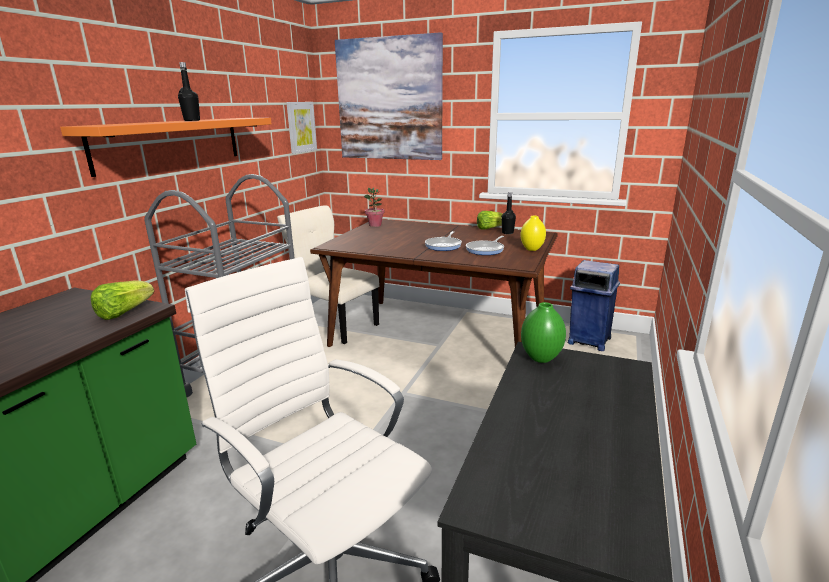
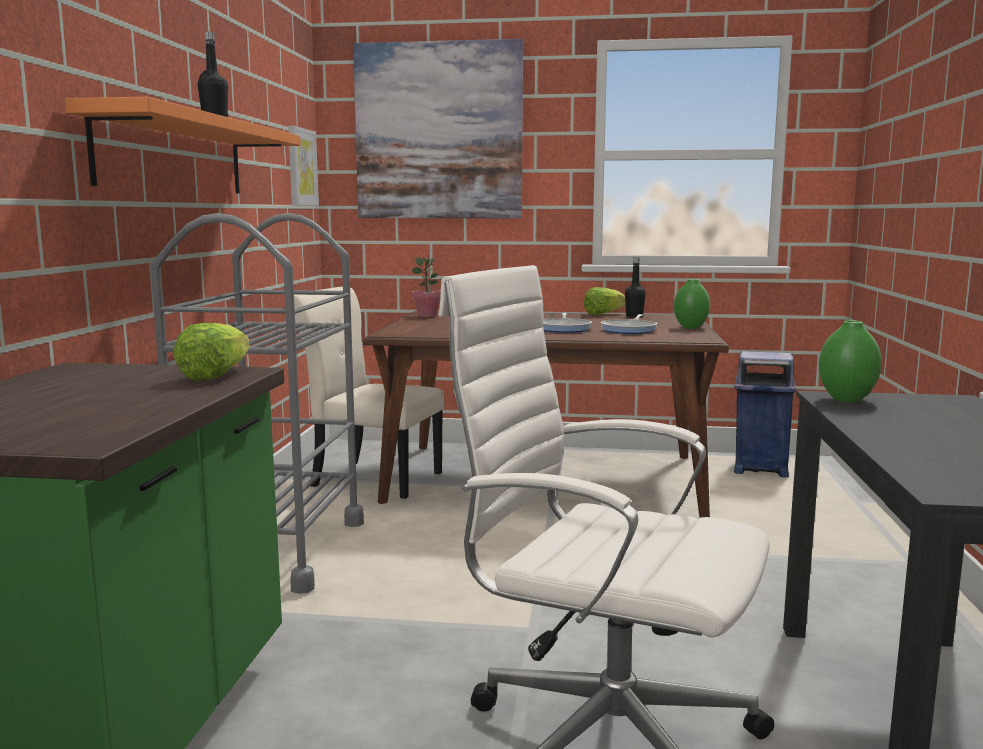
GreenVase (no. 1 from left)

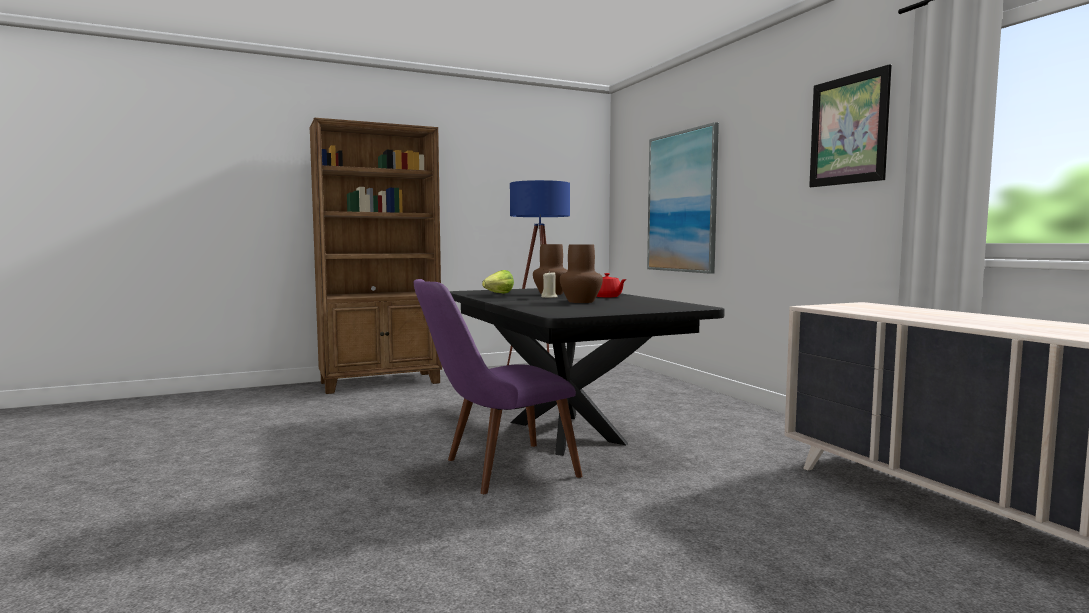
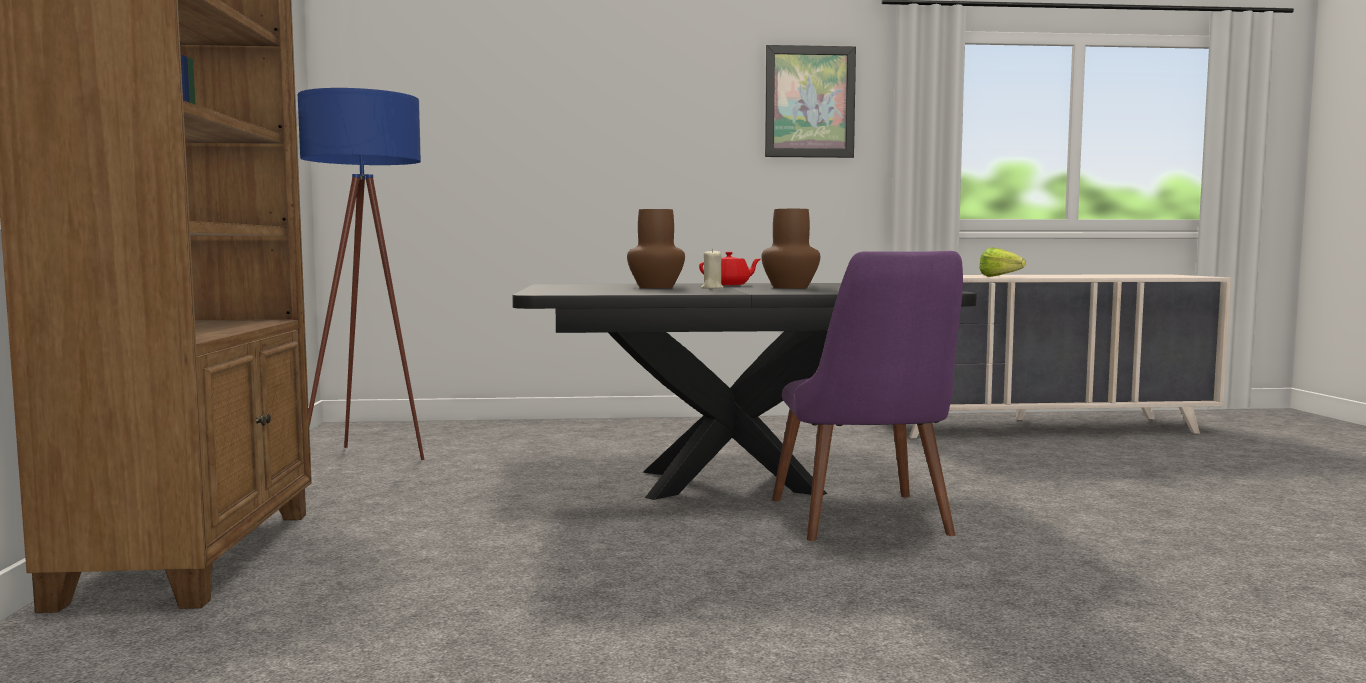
Lettuce; Picture (no. 1 from left in the first image)

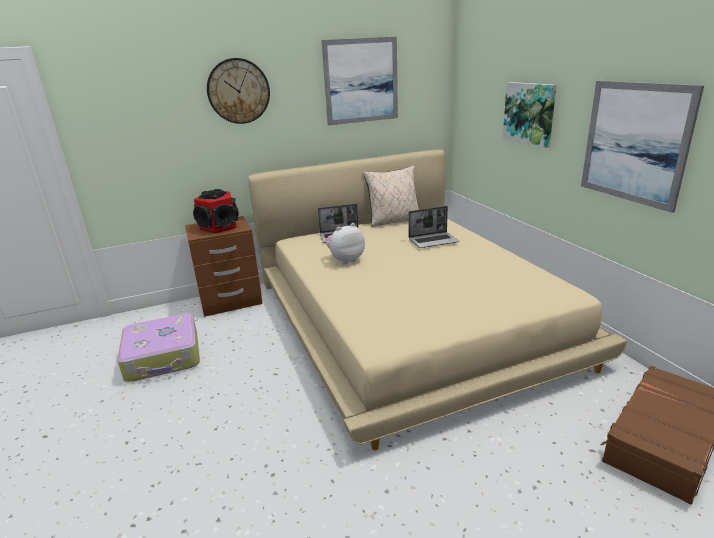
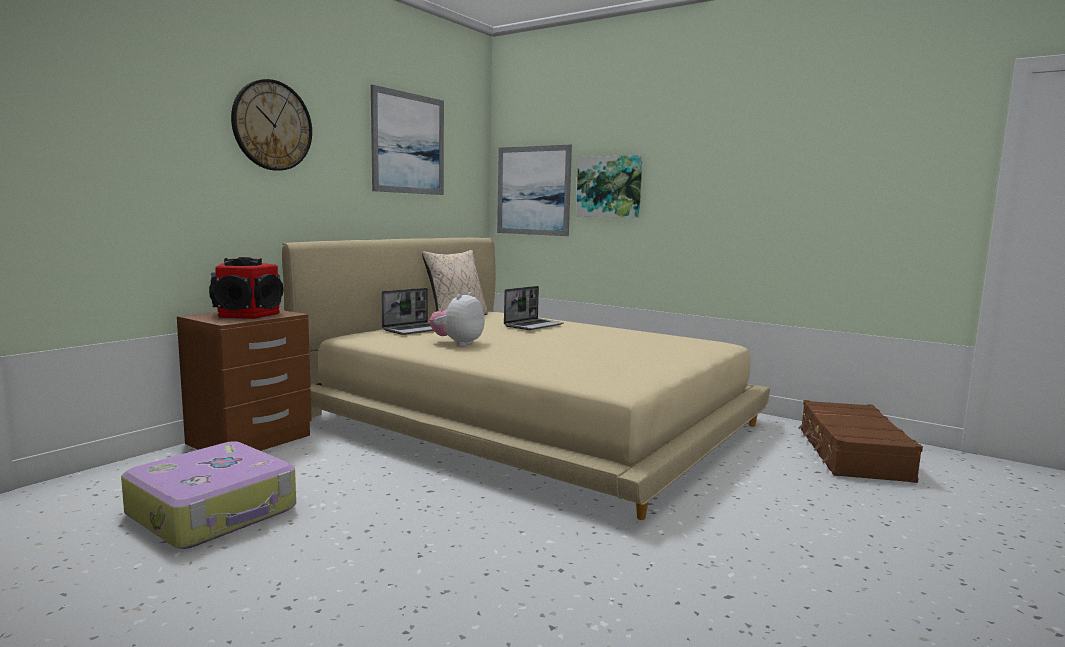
Picture (no. 2 from left)

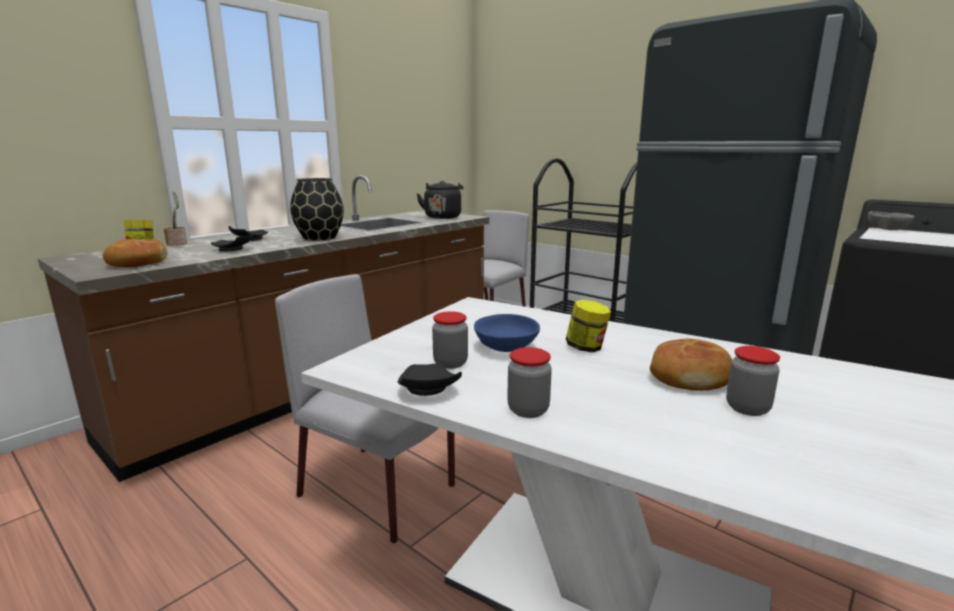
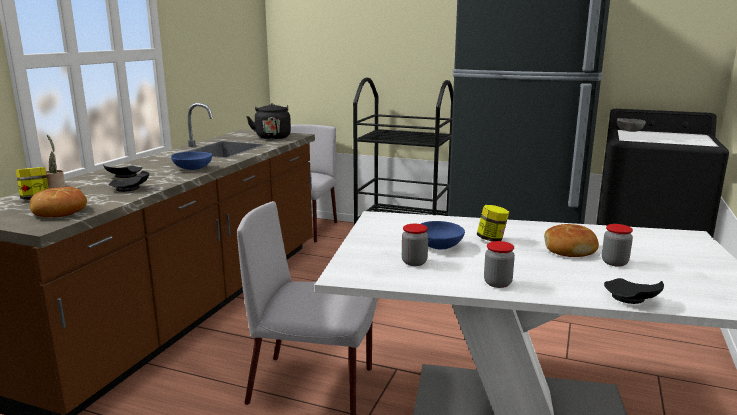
BlueBowl (no. 1 from left); BlackPlate (no. 3 from left)

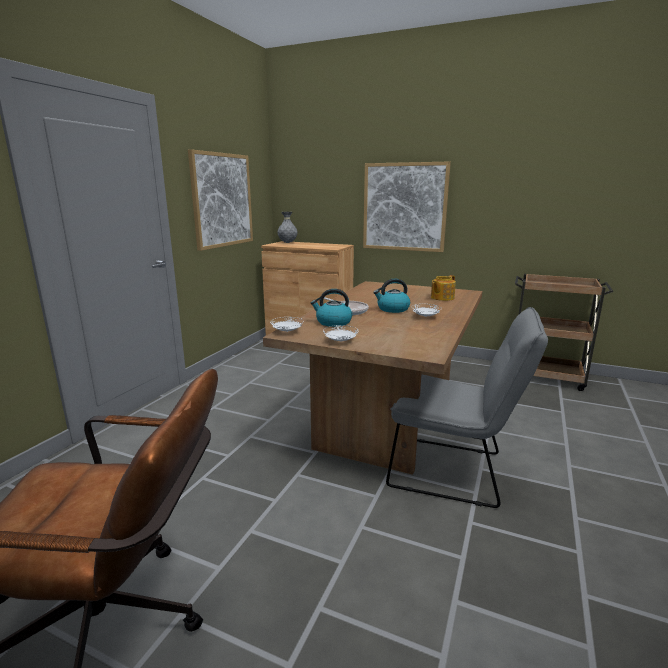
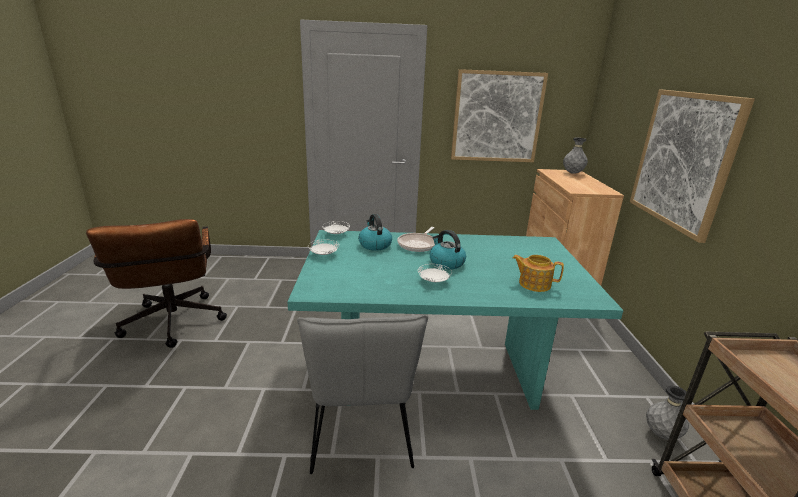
TurquoiseDiningTable; GreyVase (no. 2 from left)

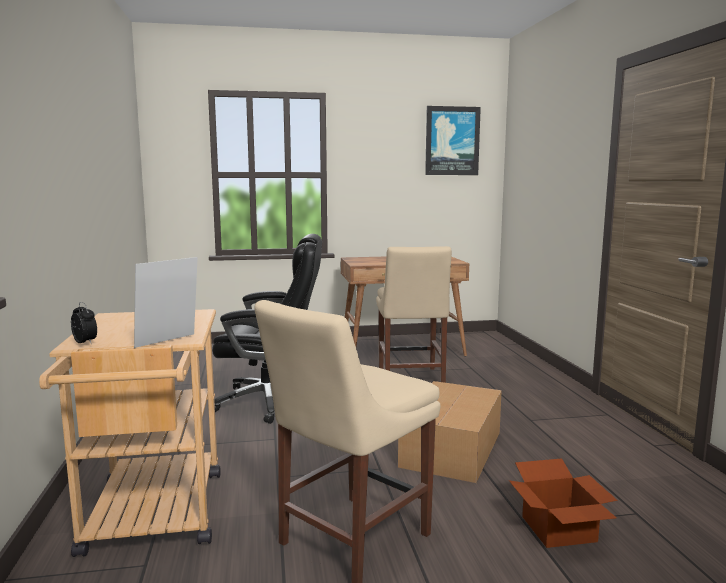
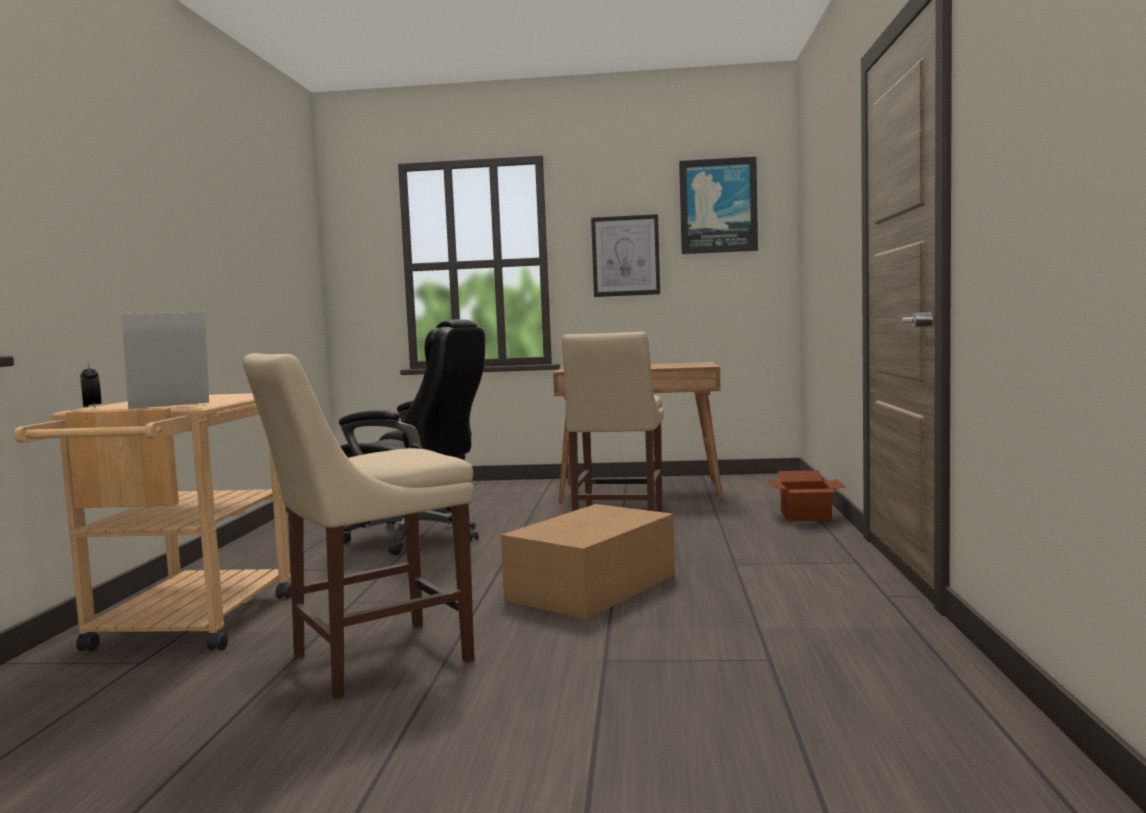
CardboardBox (no. 2 from left); Picture (no. 1 from left)

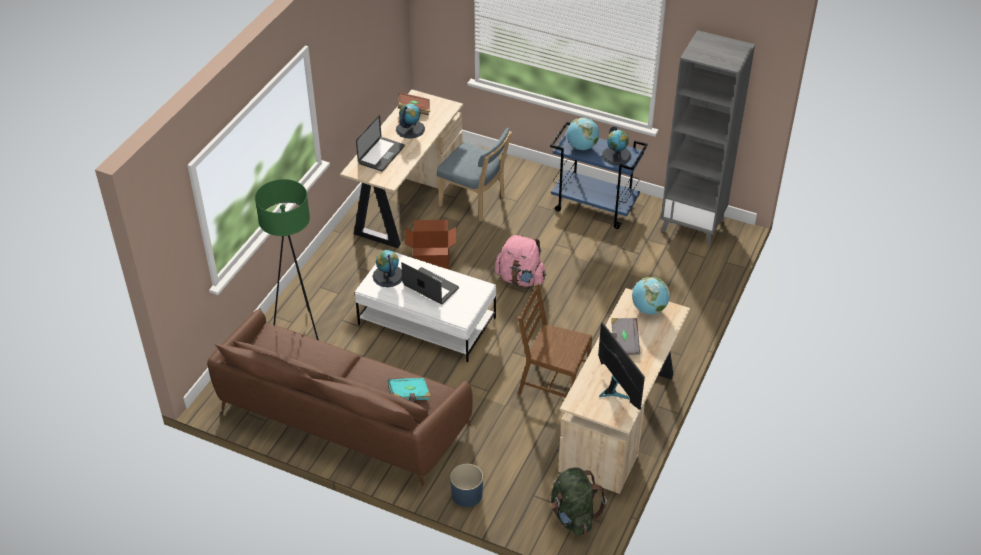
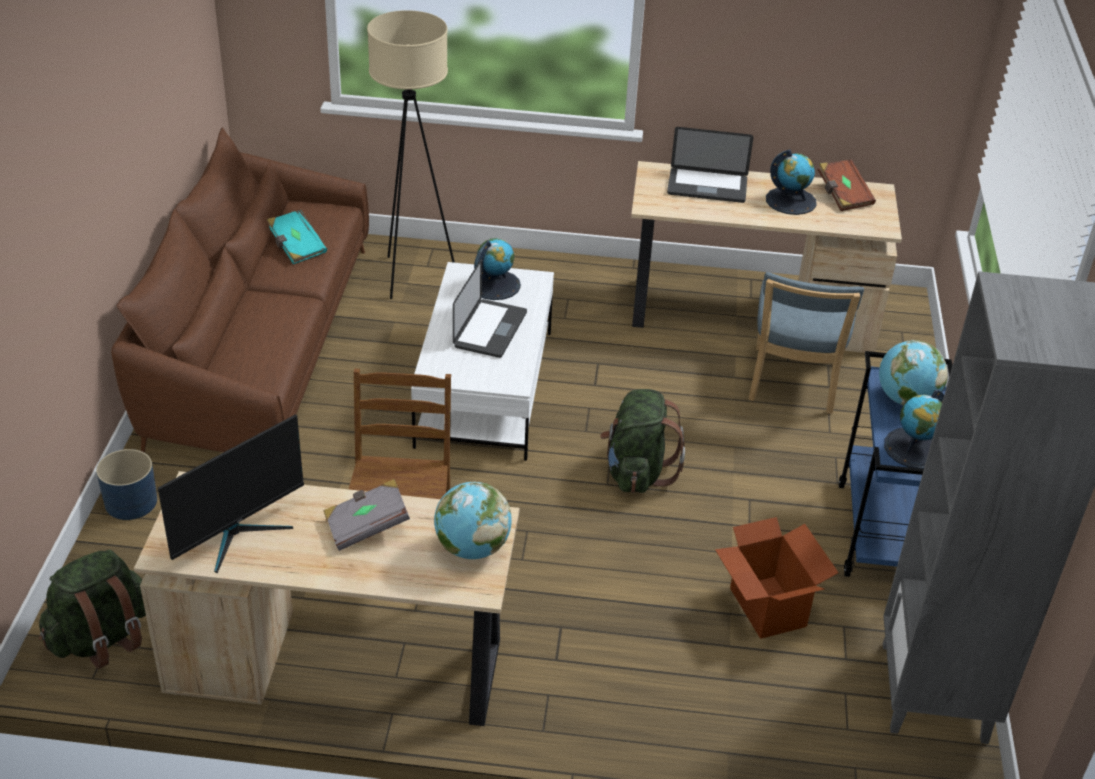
BeigeFloorLamp; TurquoiseBook; CardboardBox; GreenBackpack (no. 2 from left)

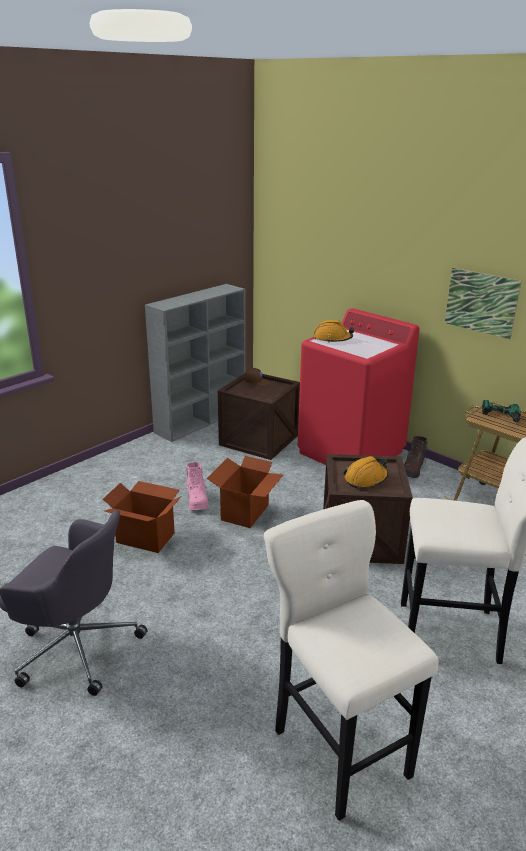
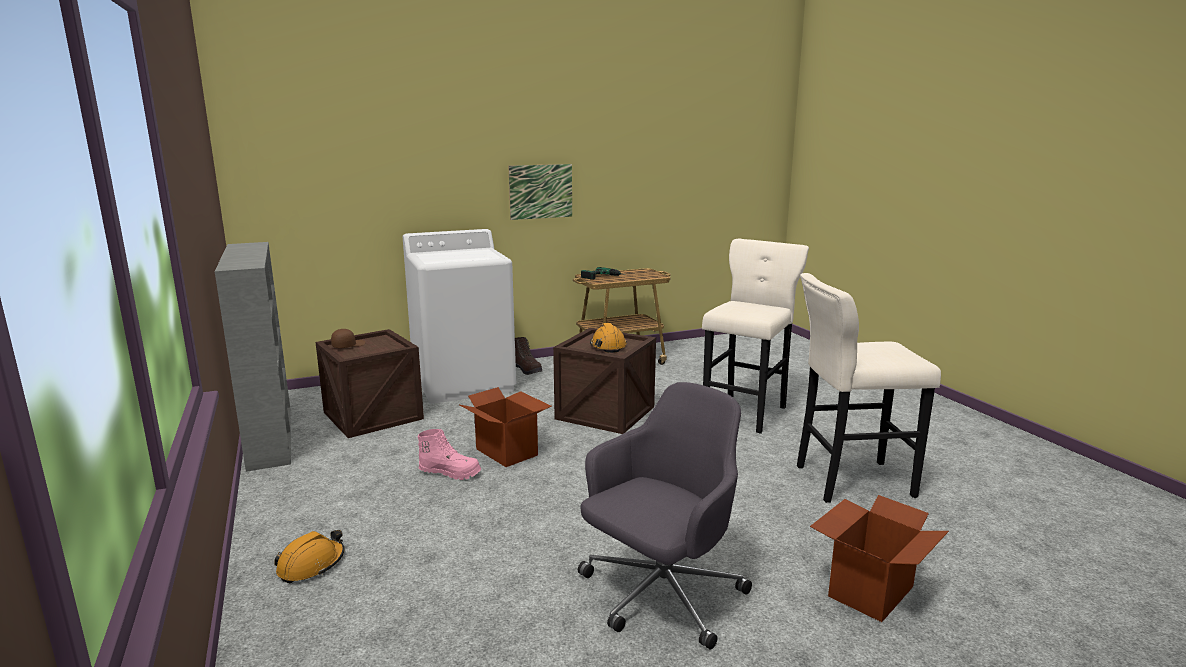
CardboardBox (no. 2 from left); WhiteWashingMachine; OrangeHardHat (no. 1 from left)

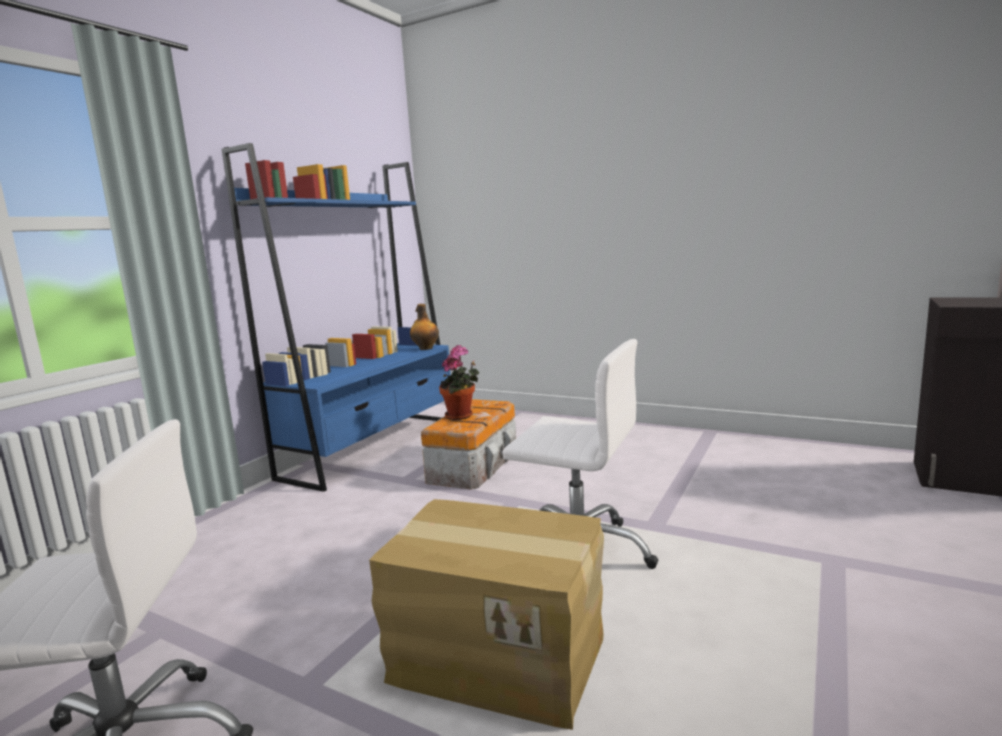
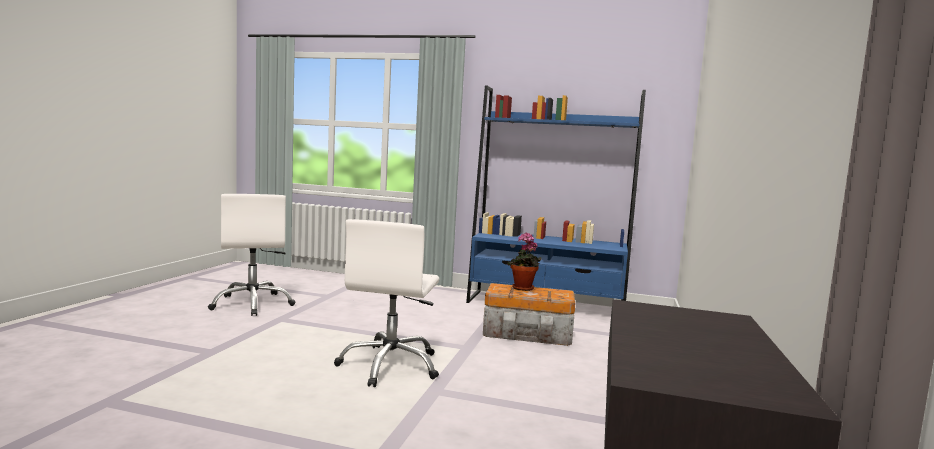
CardboardBox; Bottle

